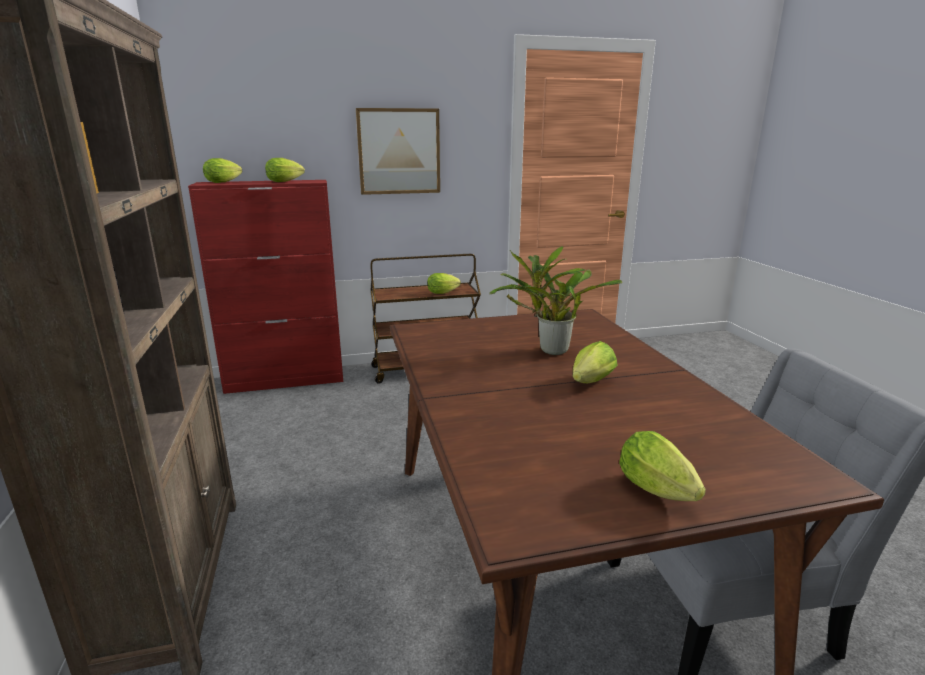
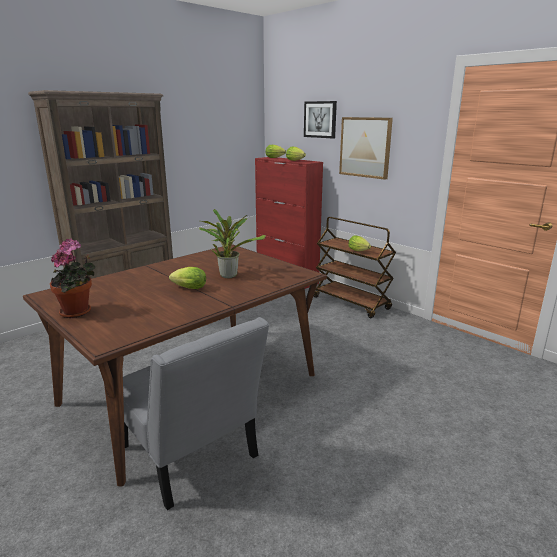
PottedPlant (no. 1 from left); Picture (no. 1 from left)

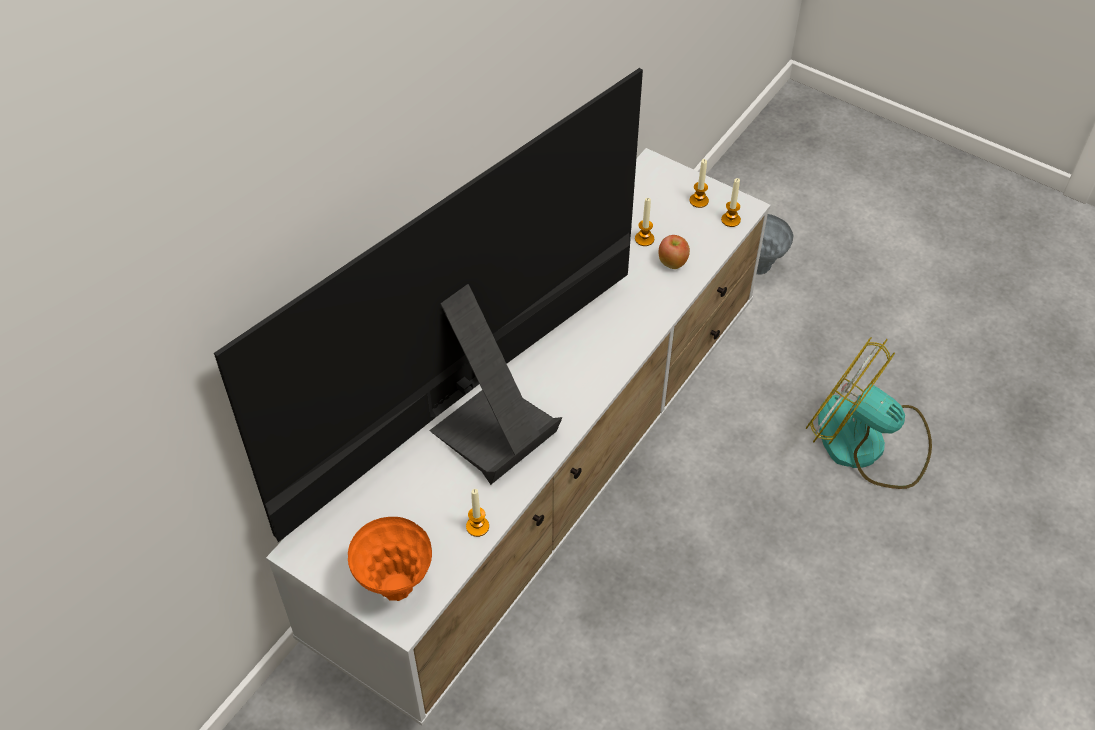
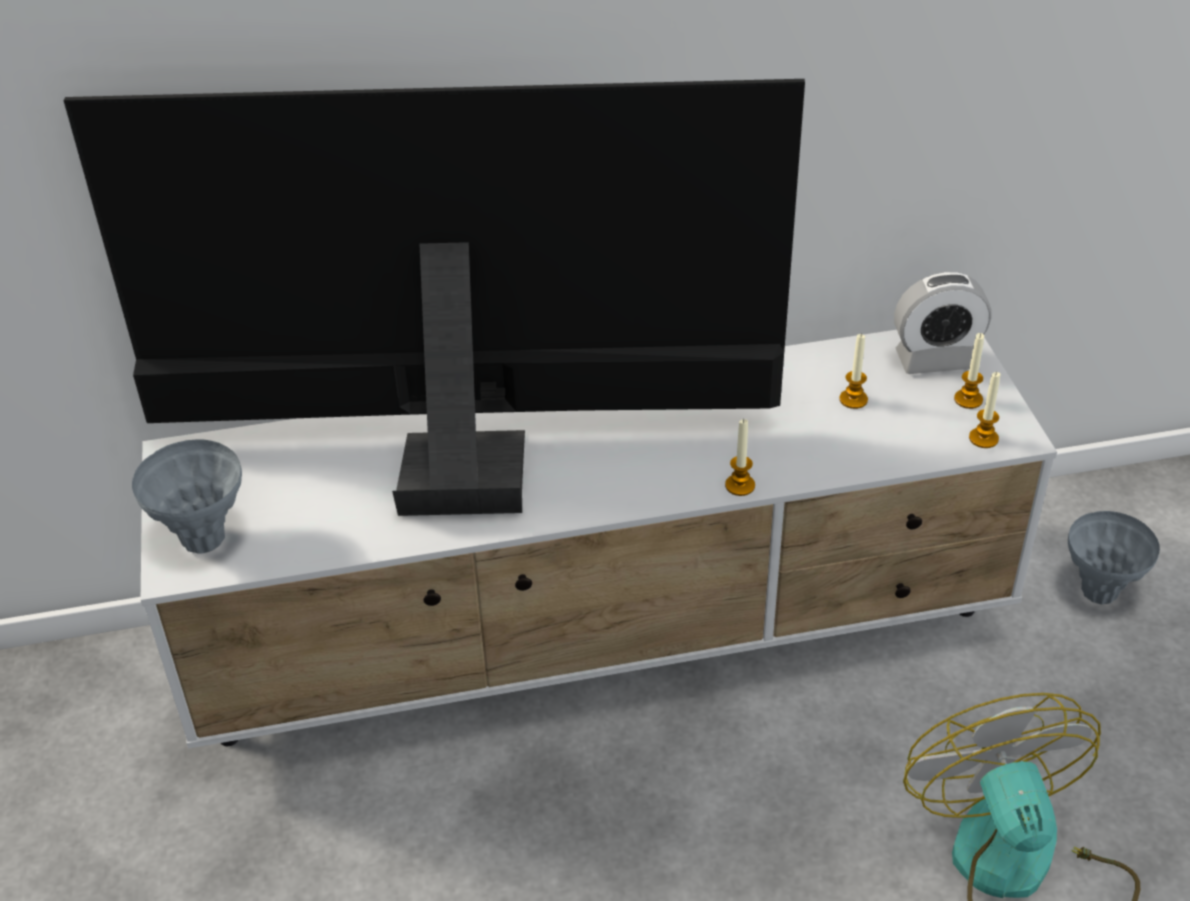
GreyVase (no. 1 from left); Candle (no. 1 from left); Apple; AlarmClock

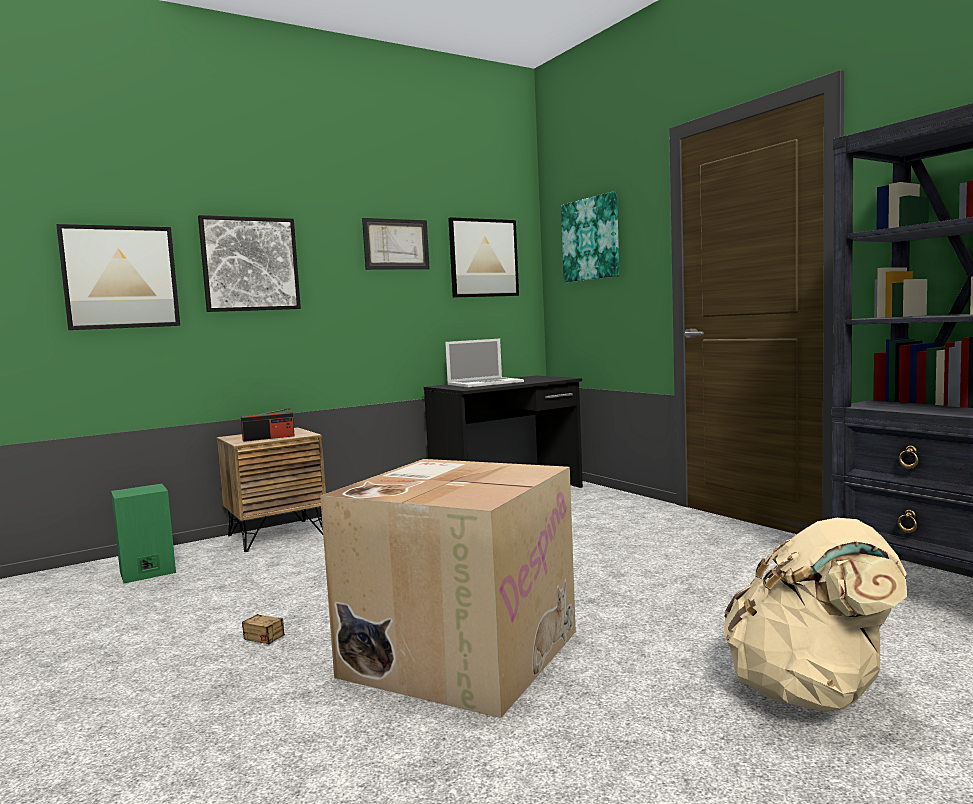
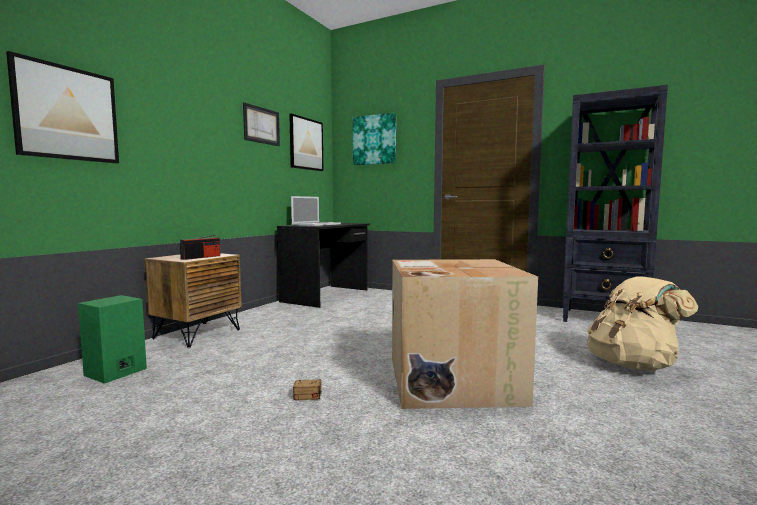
Picture (no. 2 from left in the first image)

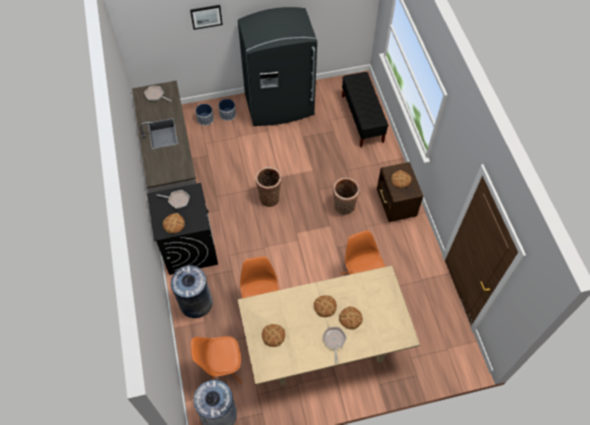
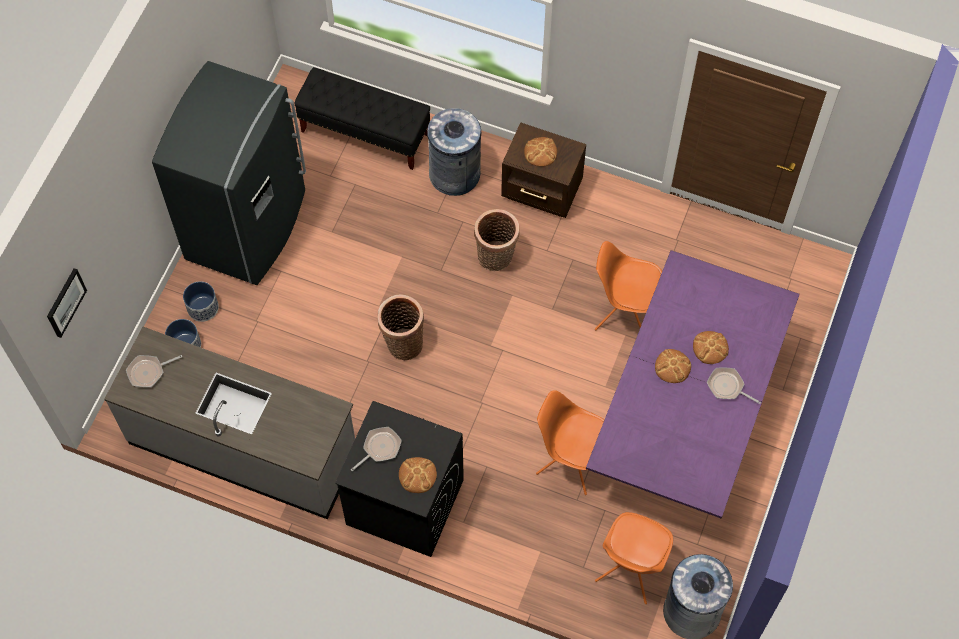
GreyTrashCan (no. 1 from left); Picture; PurpleDiningTable; Bread (no. 2 from left in the first image)

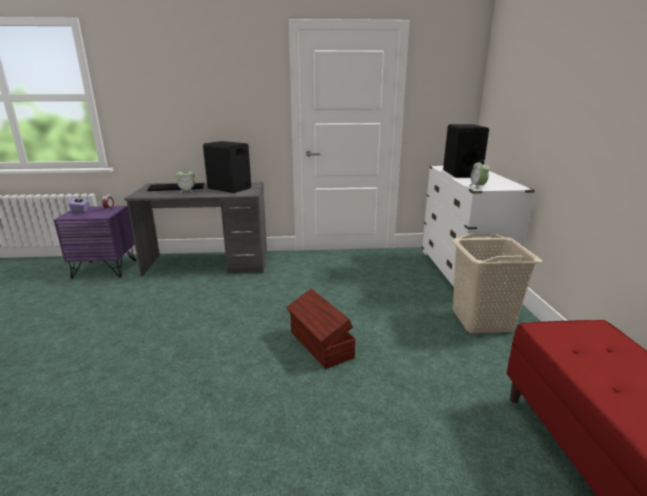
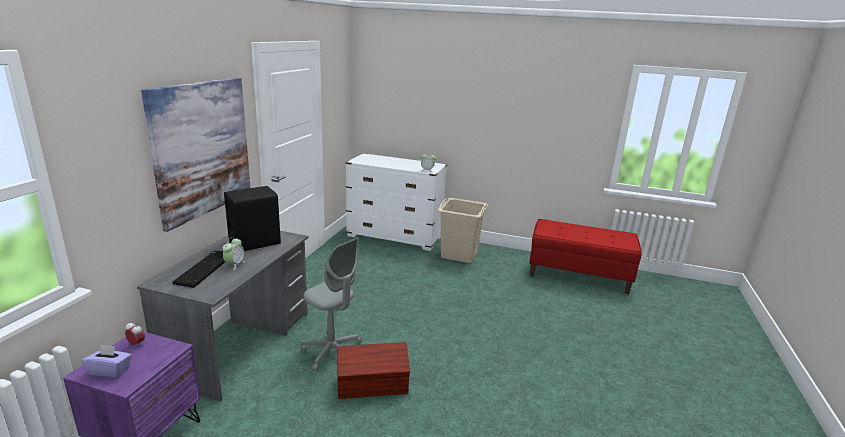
BrownStorageBox; BlackSpeaker (no. 2 from left in the first image); Picture; GreyOfficeChair

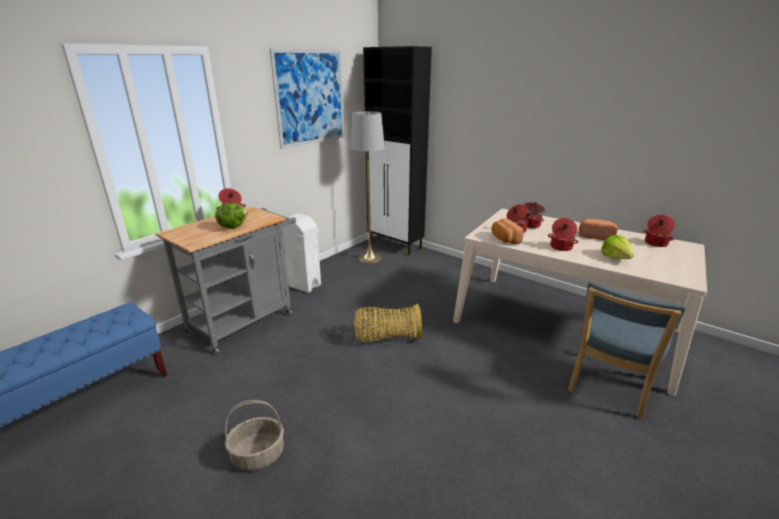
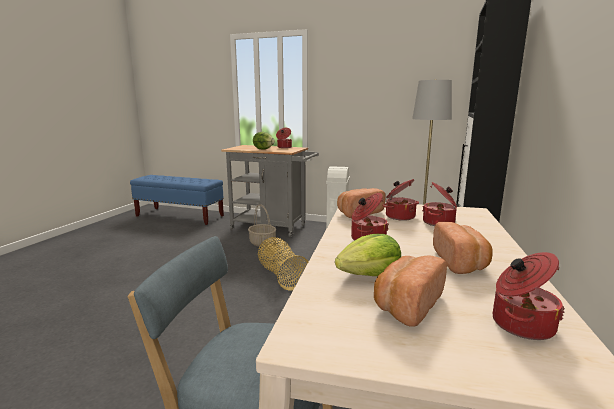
Basket (no. 1 from left); Picture; Bread (no. 2 from left)

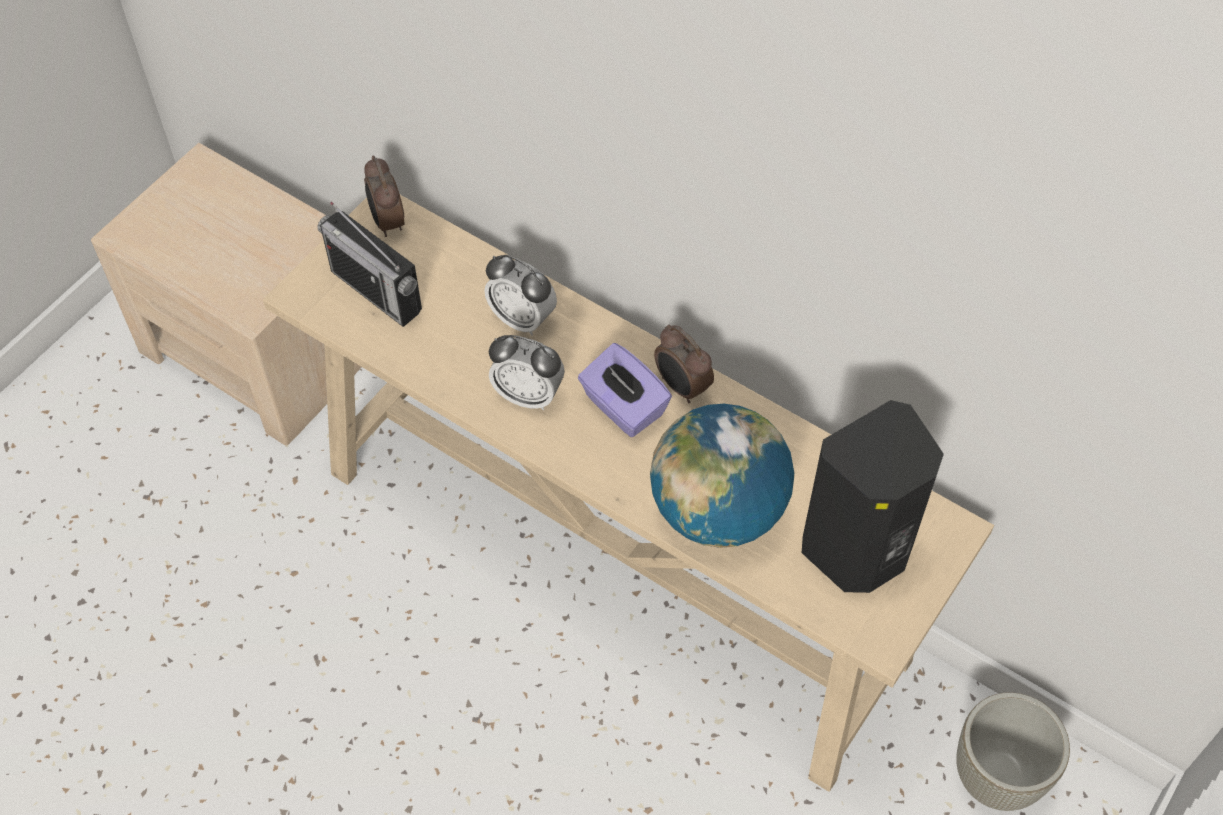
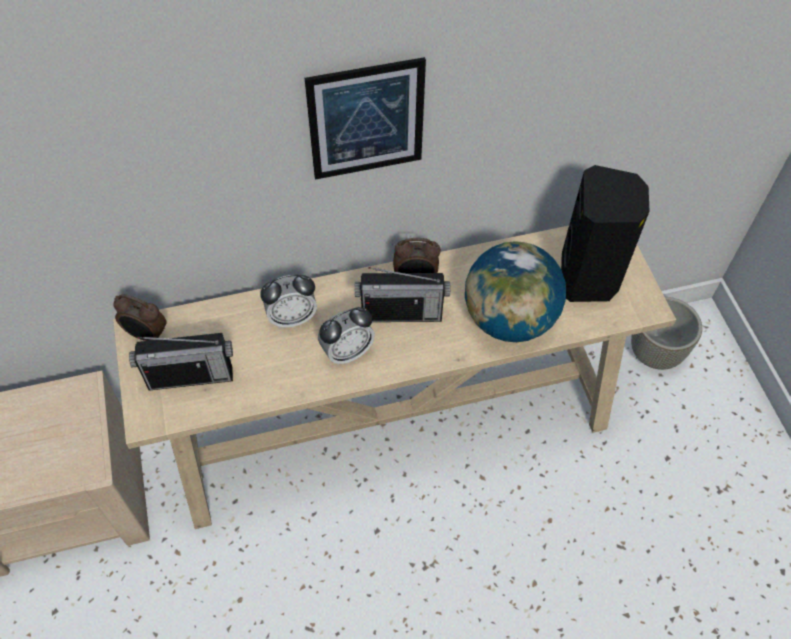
Radio (no. 2 from left); Picture

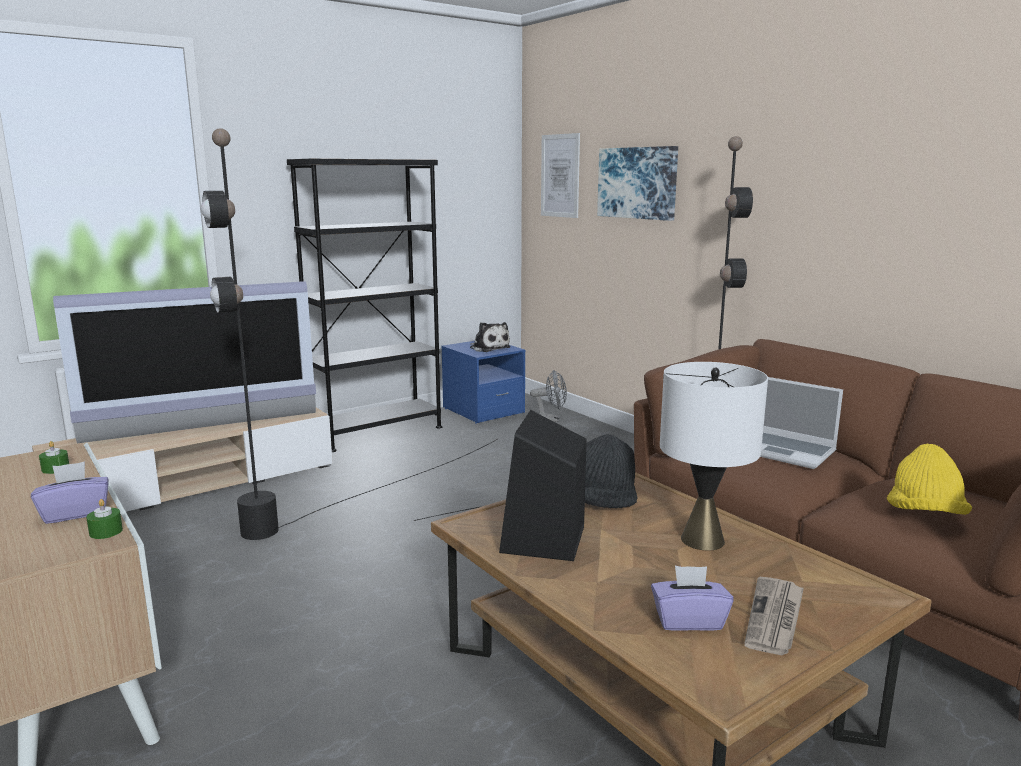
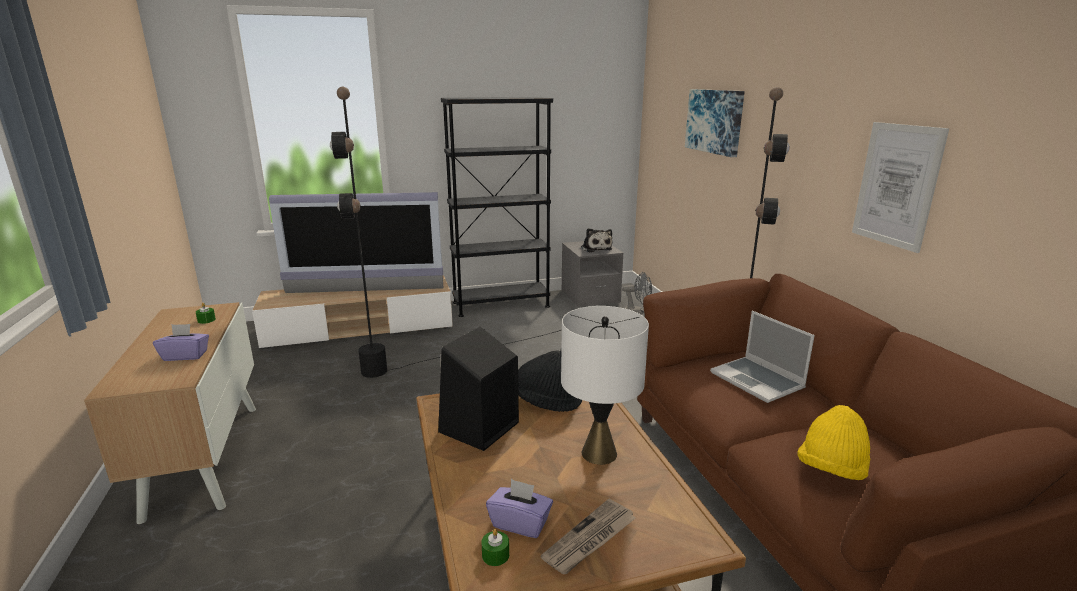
GreenCandle (no. 2 from left); GreyNightstand; Picture (no. 2 from left)

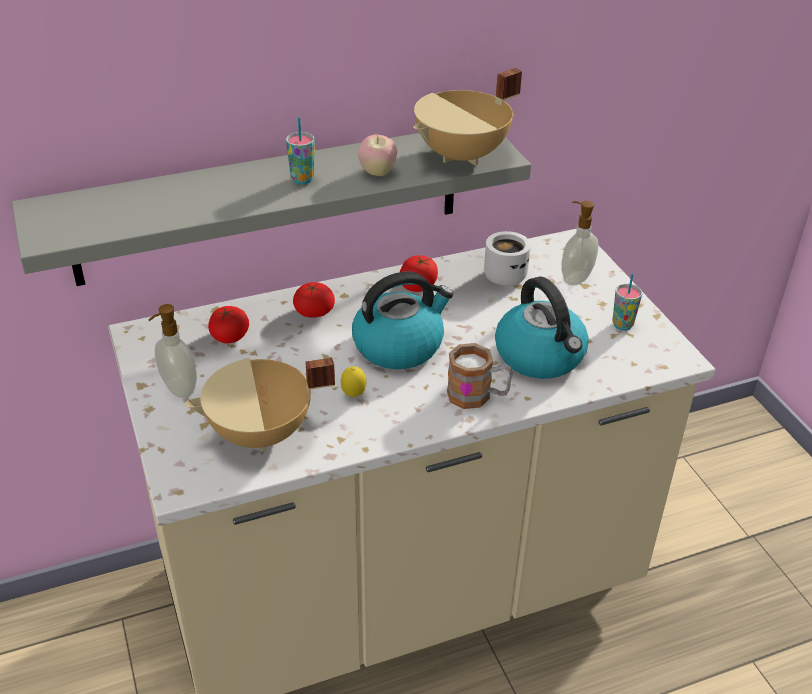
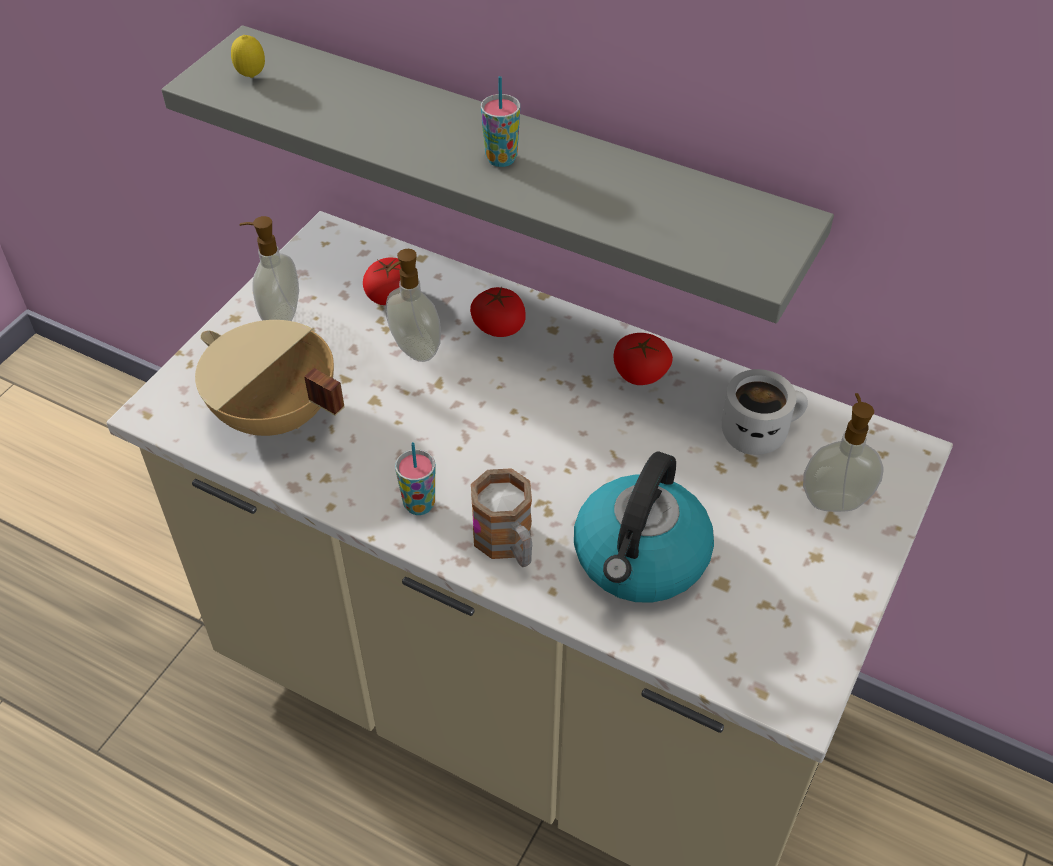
Lemon; Kettle (no. 1 from left in the first image); Apple; BeigeCookingPot (no. 2 from left in the first image); Cup (no. 1 from left); SoapDispenser (no. 2 from left)

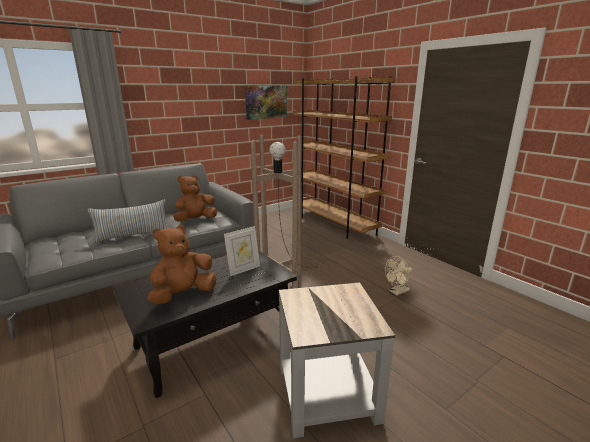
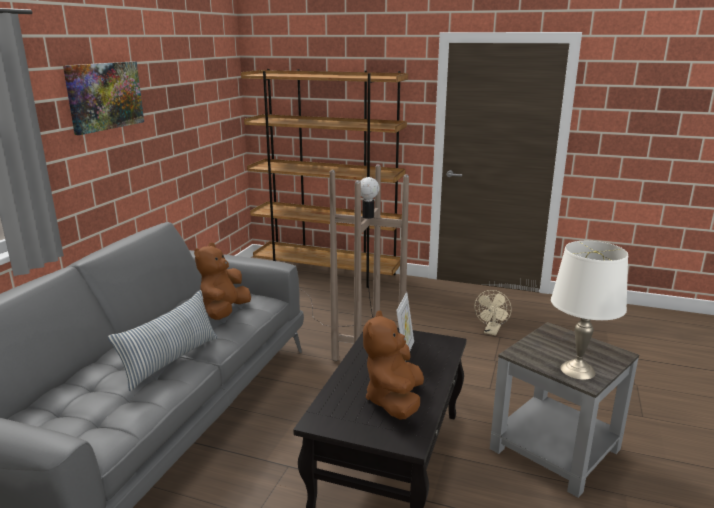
Picture; WhiteTableLamp

